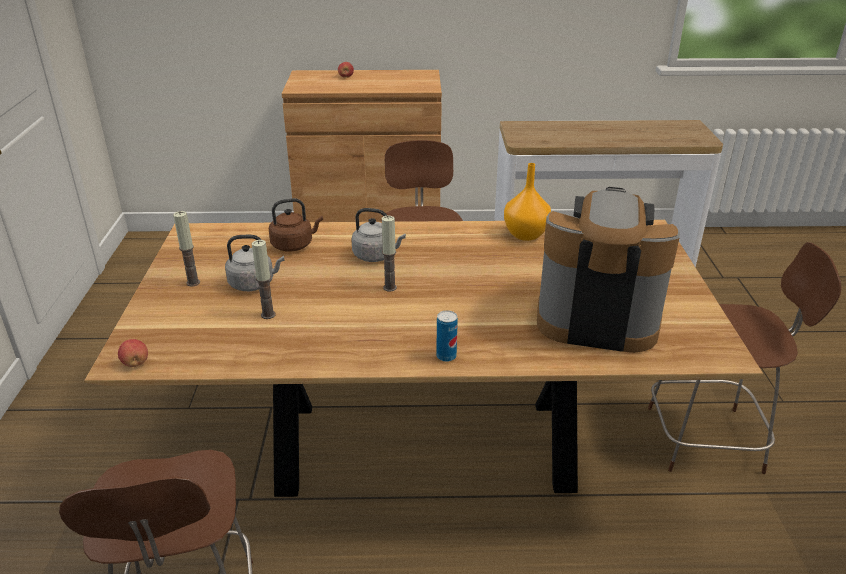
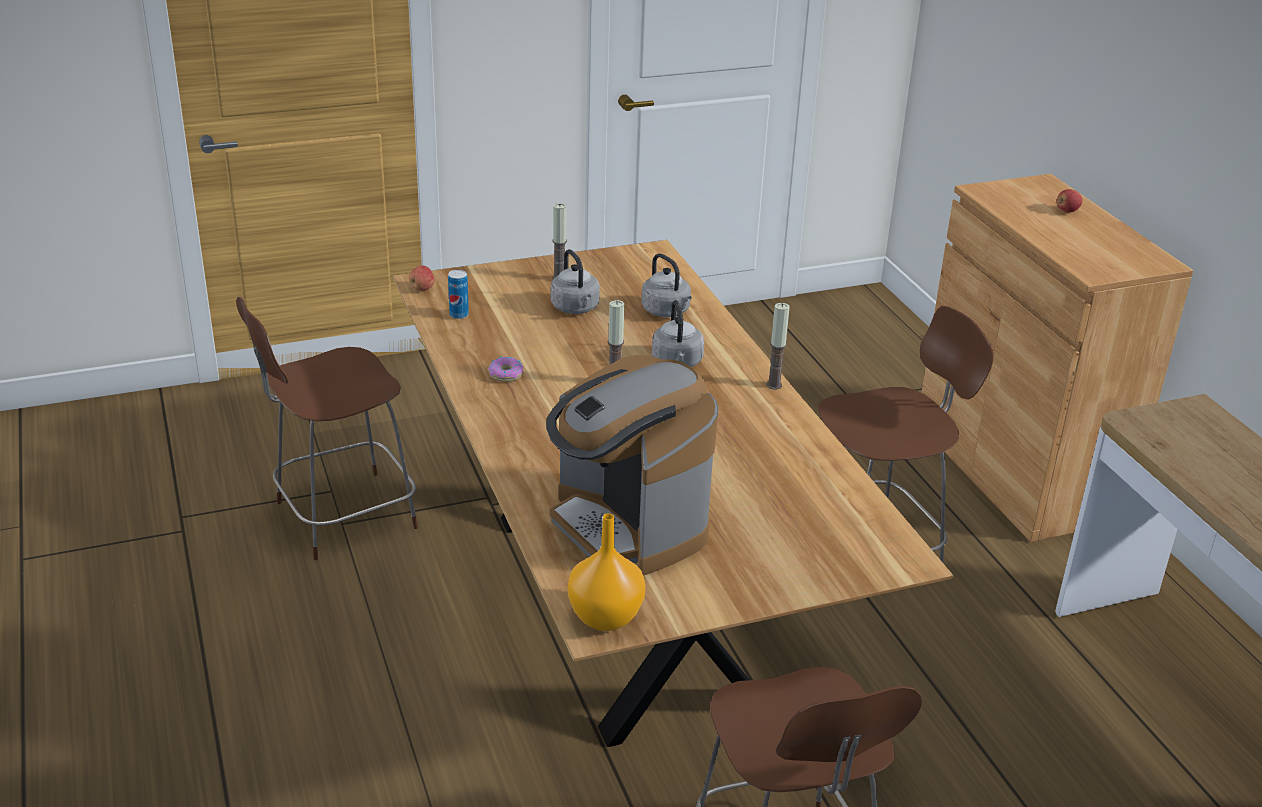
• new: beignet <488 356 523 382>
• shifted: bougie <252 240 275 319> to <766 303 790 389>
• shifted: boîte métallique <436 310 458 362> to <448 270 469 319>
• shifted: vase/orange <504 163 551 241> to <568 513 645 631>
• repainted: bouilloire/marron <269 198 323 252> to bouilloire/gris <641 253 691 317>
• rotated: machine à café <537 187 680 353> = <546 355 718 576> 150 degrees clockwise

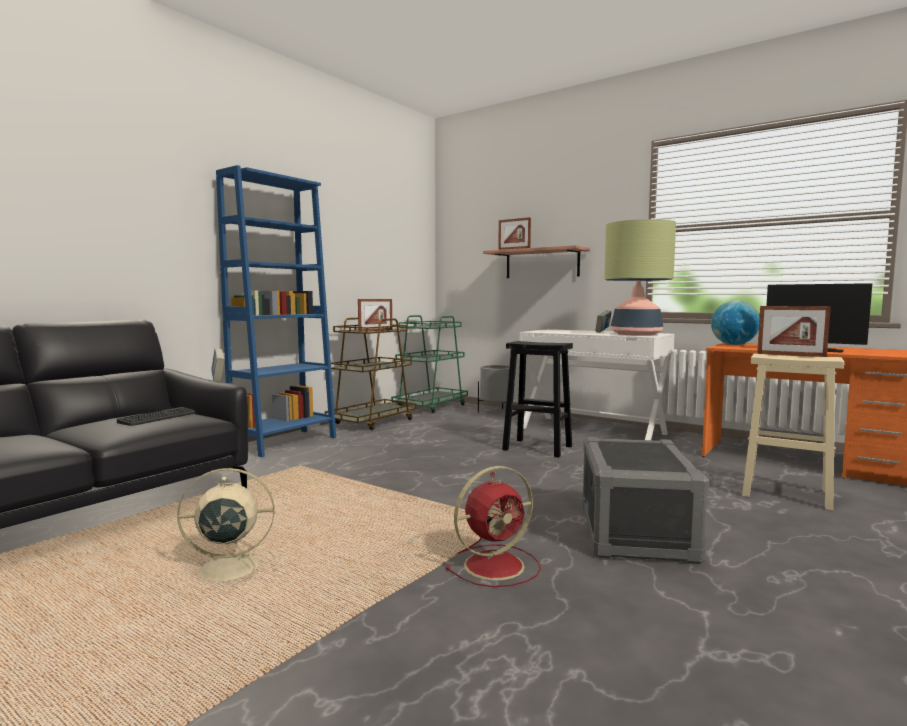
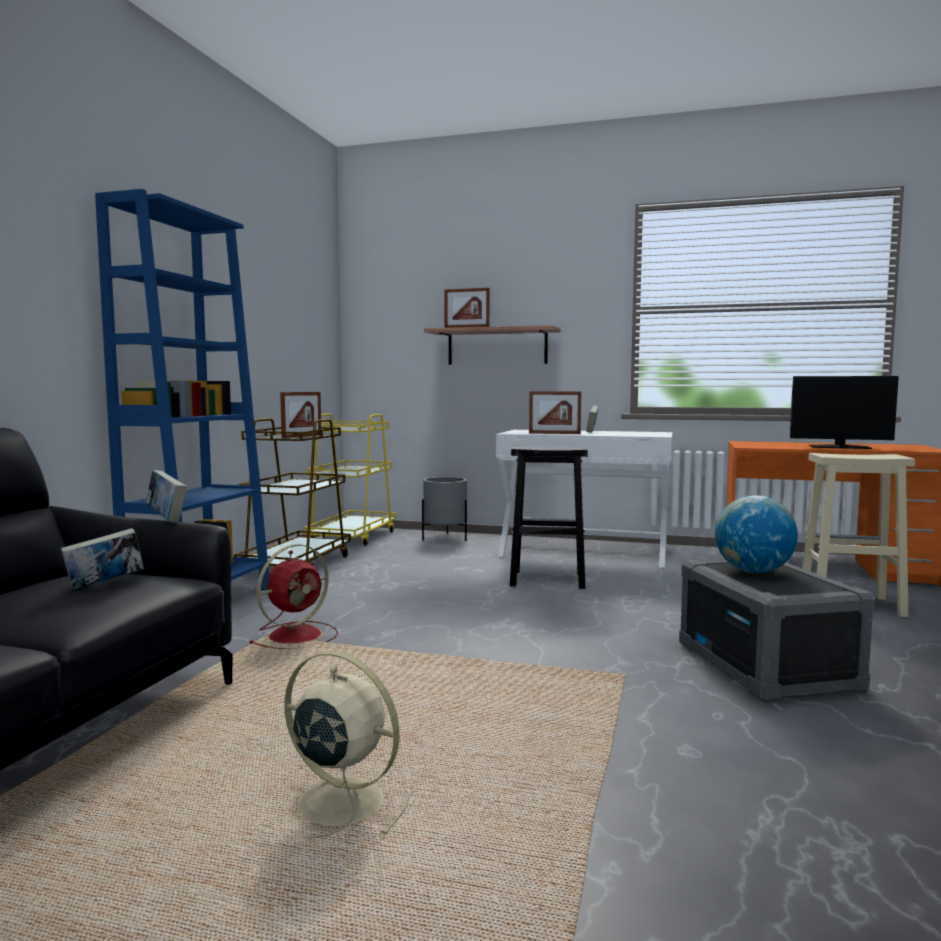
• gone: lampe de table <604 219 676 336>
• shifted: ventilateur/rouge <445 466 541 587> to <249 544 338 649>
• shifted: globe <711 301 760 345> to <715 495 798 573>
• shifted: cadre photo <757 306 831 357> to <529 392 581 434>
• swapped: clavier <117 407 196 426> to livre <61 528 144 590>
• repainted: chariot/vert <391 315 468 413> to chariot/jaune <303 413 396 545>
• rotated: ventilateur/beige <177 468 277 589> = <284 651 410 838> 60 degrees clockwise

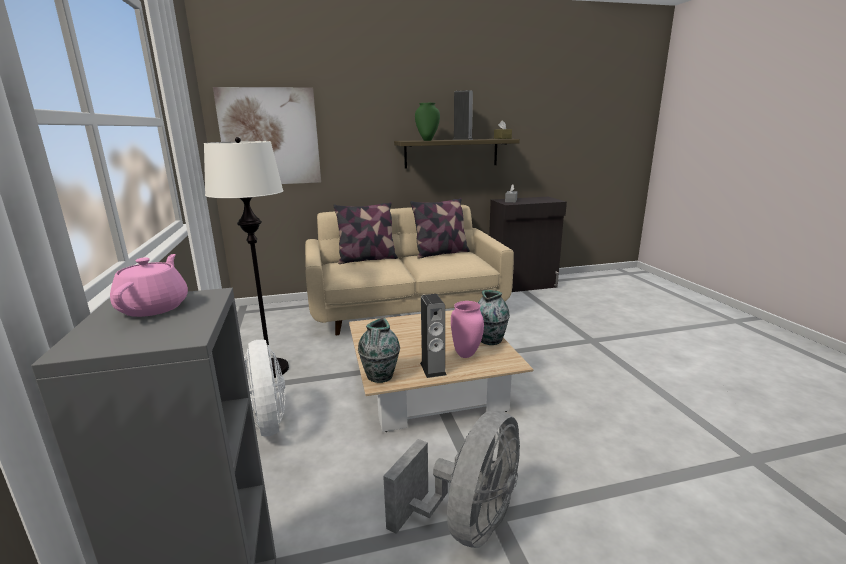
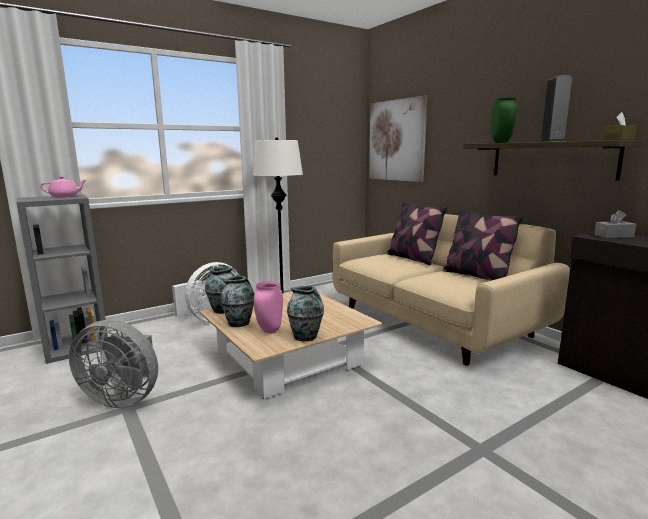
• swapped: enceinte <420 294 446 378> to vase <220 275 254 327>

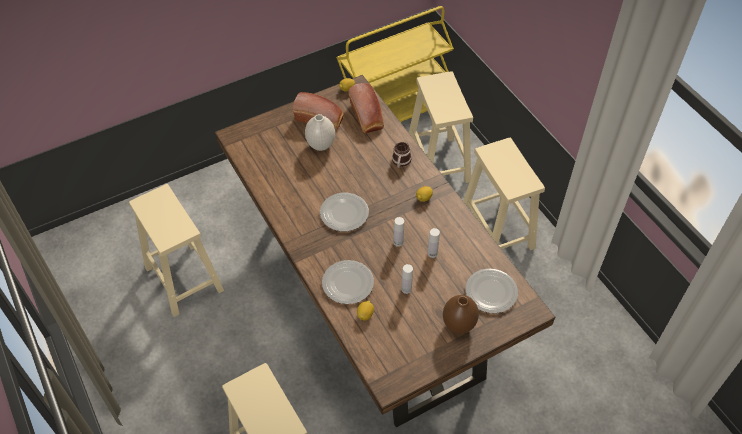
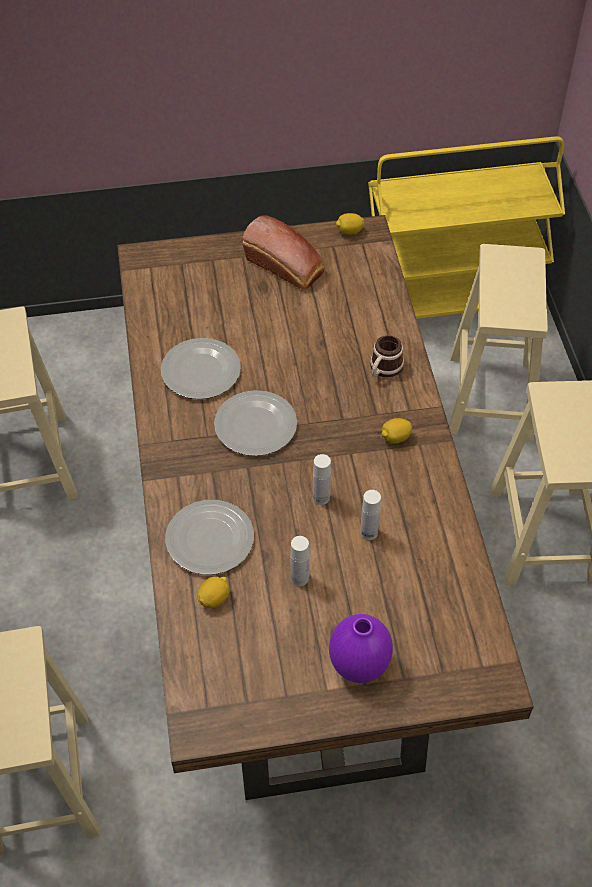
• gone: vase/blanc <305 114 335 151>
• gone: pain <348 83 384 133>
• shifted: assiette <466 268 518 313> to <161 338 241 399>
• repainted: vase/marron <443 295 479 334> to vase/violet <329 614 393 683>

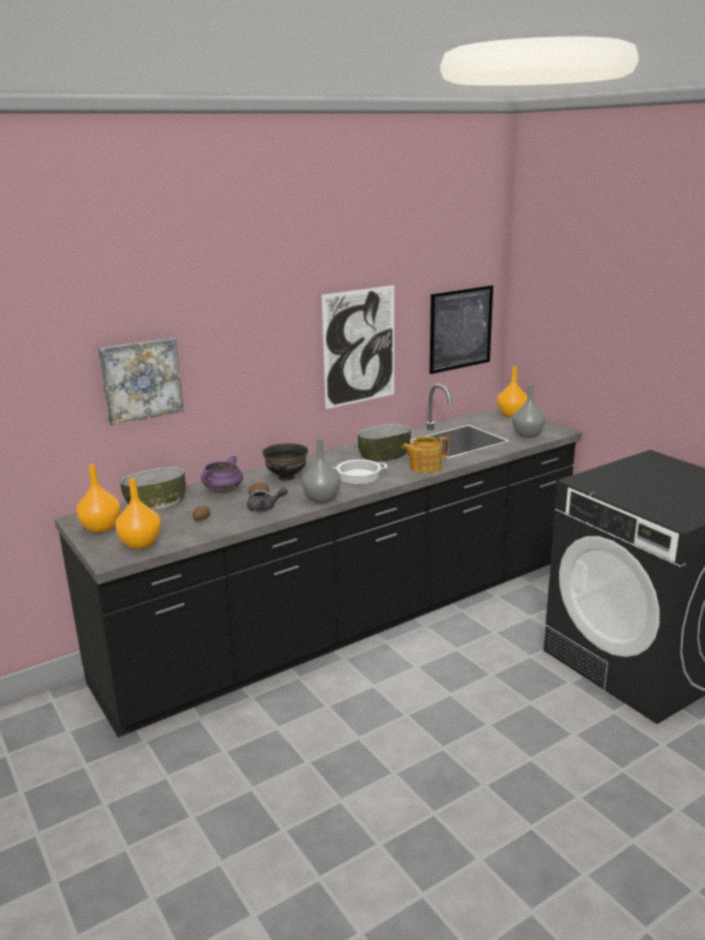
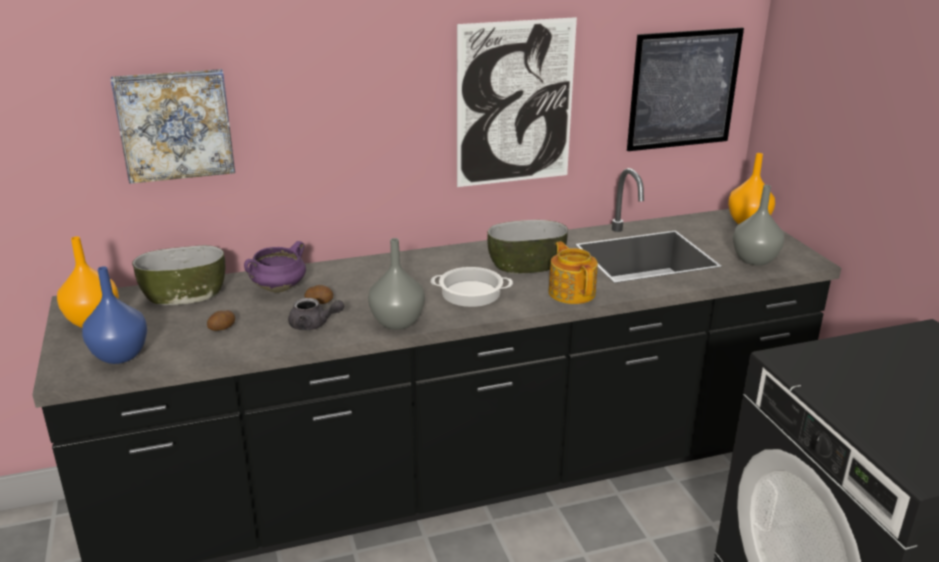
• gone: bol/noir <262 443 308 481>
• repainted: vase/orange <115 478 161 549> to vase/bleu <82 266 147 364>
• rotated: théière <402 436 449 473> = <549 241 598 304> 75 degrees clockwise

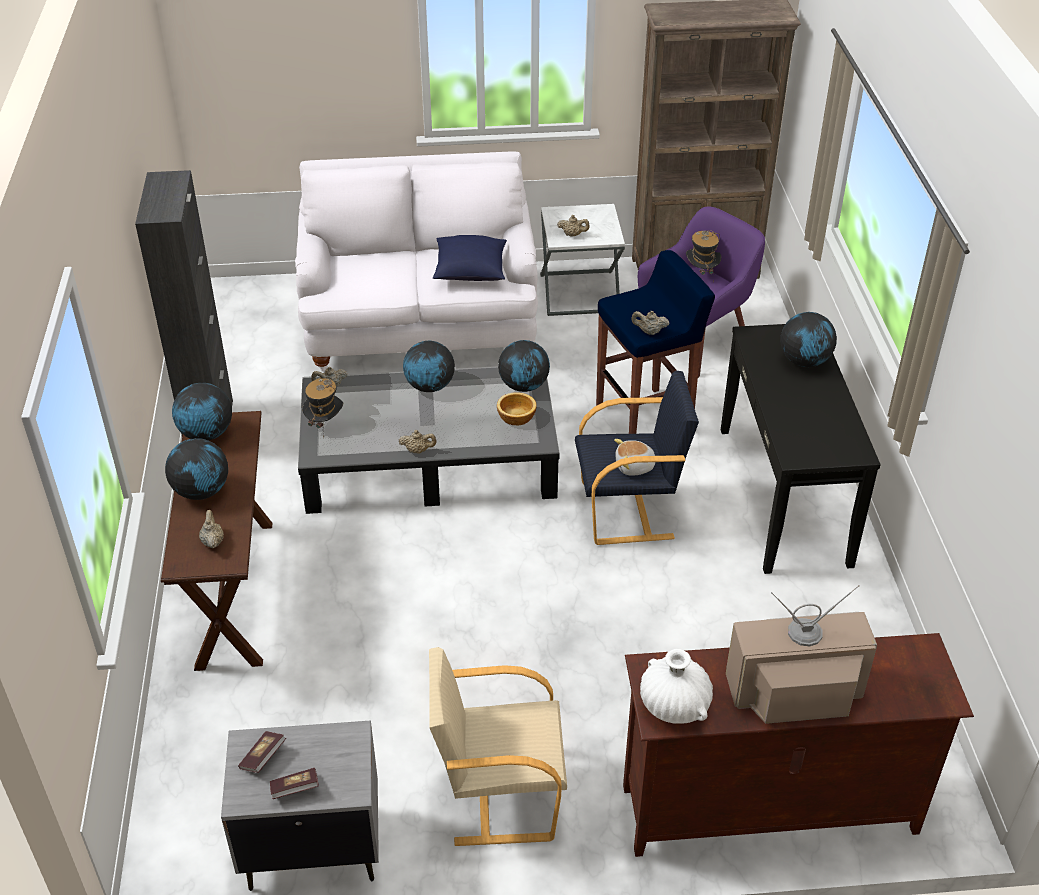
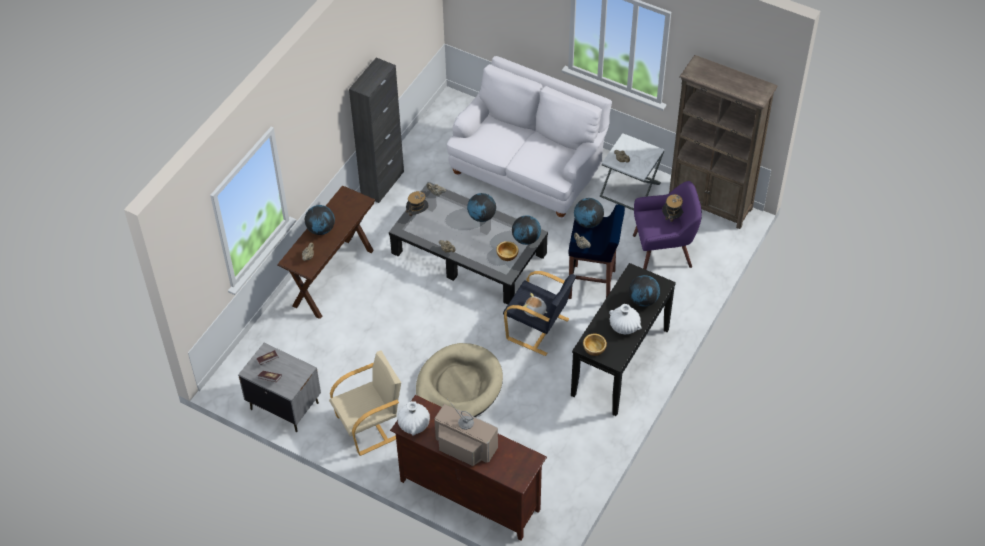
• gone: coussin/bleu <433 235 507 281>
• new: panier pour chien/beige <416 343 503 417>
• new: bol <583 334 607 356>
• new: vase/blanc <609 304 642 334>
• shifted: globe <172 383 232 440> to <574 198 604 228>
• rotated: fauteuil/beige <429 647 567 846> = <329 350 401 456> 120 degrees clockwise

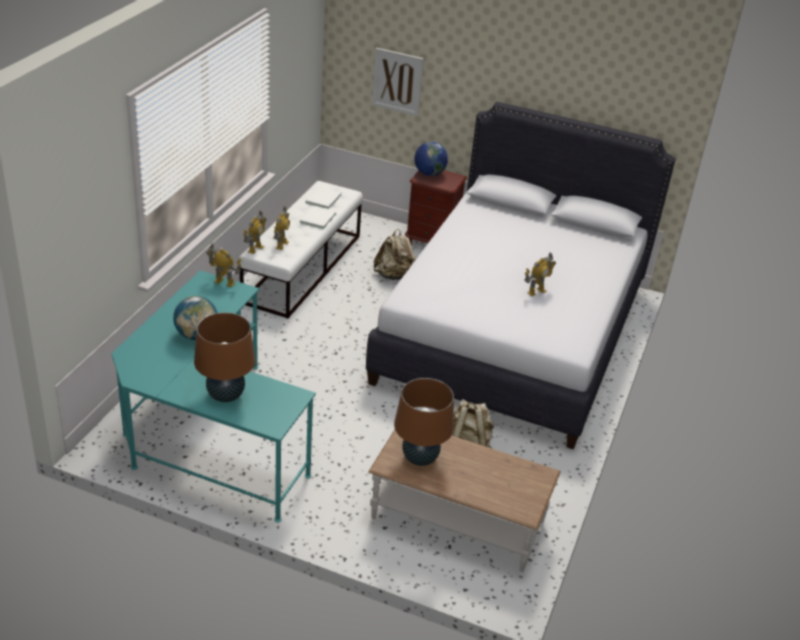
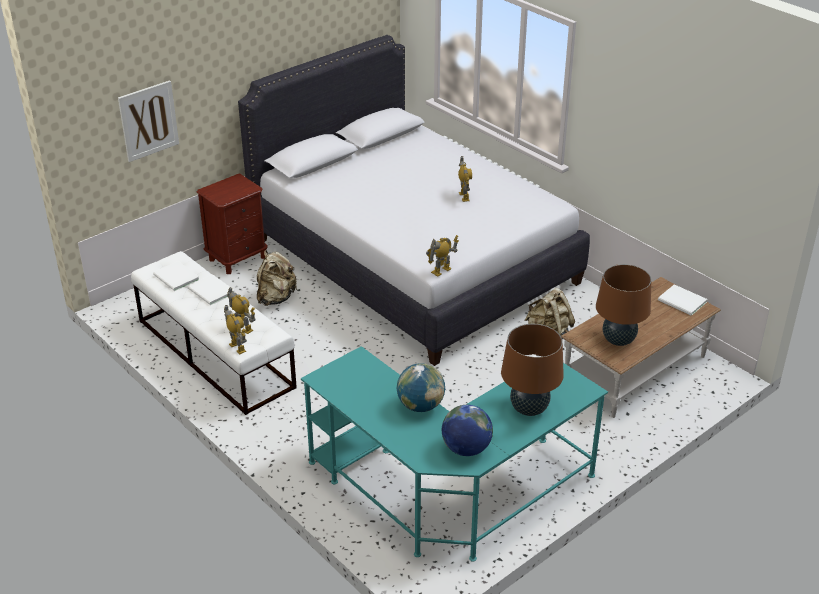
• new: livre/blanc <658 284 707 316>
• shifted: robot jouet <206 243 242 287> to <426 235 459 277>
• shifted: globe <414 142 448 176> to <442 405 493 456>

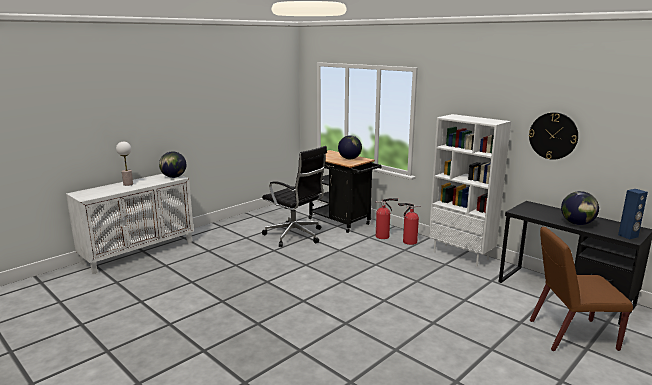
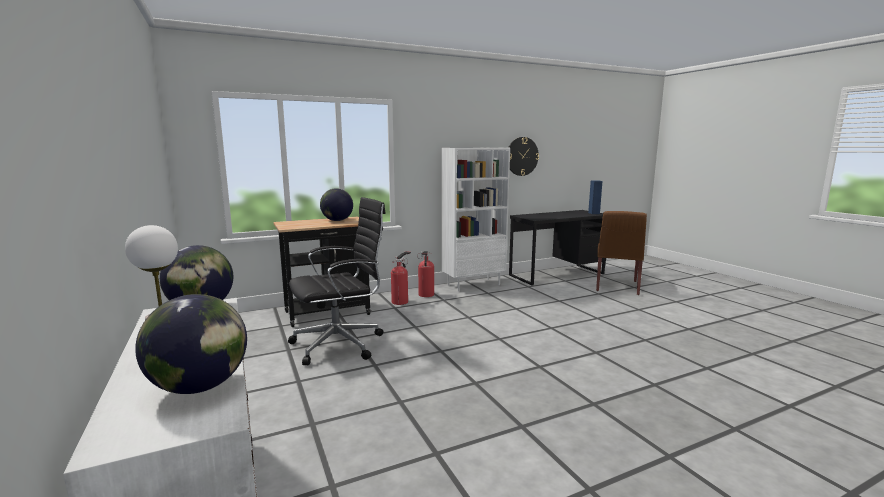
• shifted: globe <561 191 599 225> to <135 294 247 394>

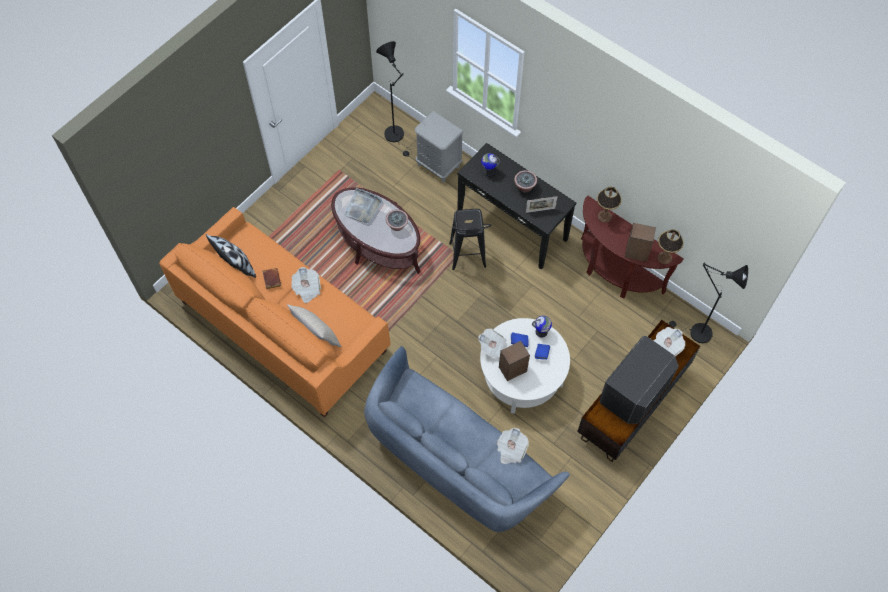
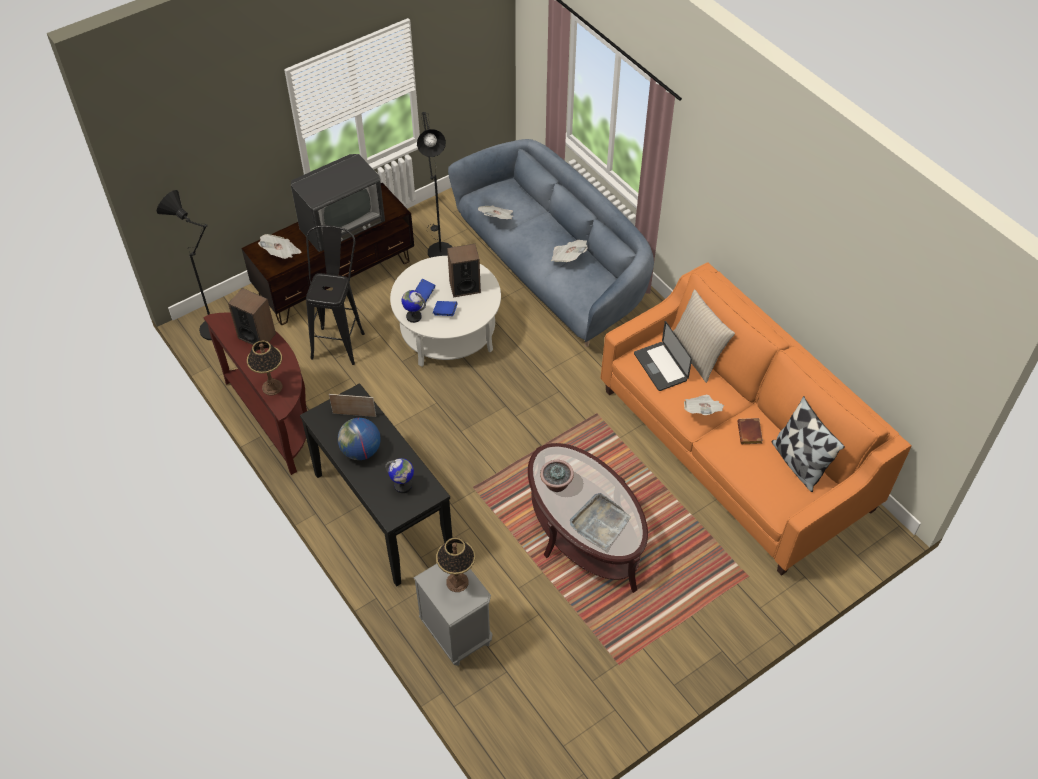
• new: ordinateur portable <634 321 692 391>
• shifted: lampadaire/noir <376 41 412 157> to <417 112 452 258>
• shifted: tabouret/noir <449 209 492 270> to <306 225 365 365>
• shifted: journal <478 328 507 358> to <551 240 588 262>
• shifted: lampe de table <658 229 684 264> to <436 537 475 592>
• swapped: plante en pot <514 170 537 193> to globe <338 418 381 460>

